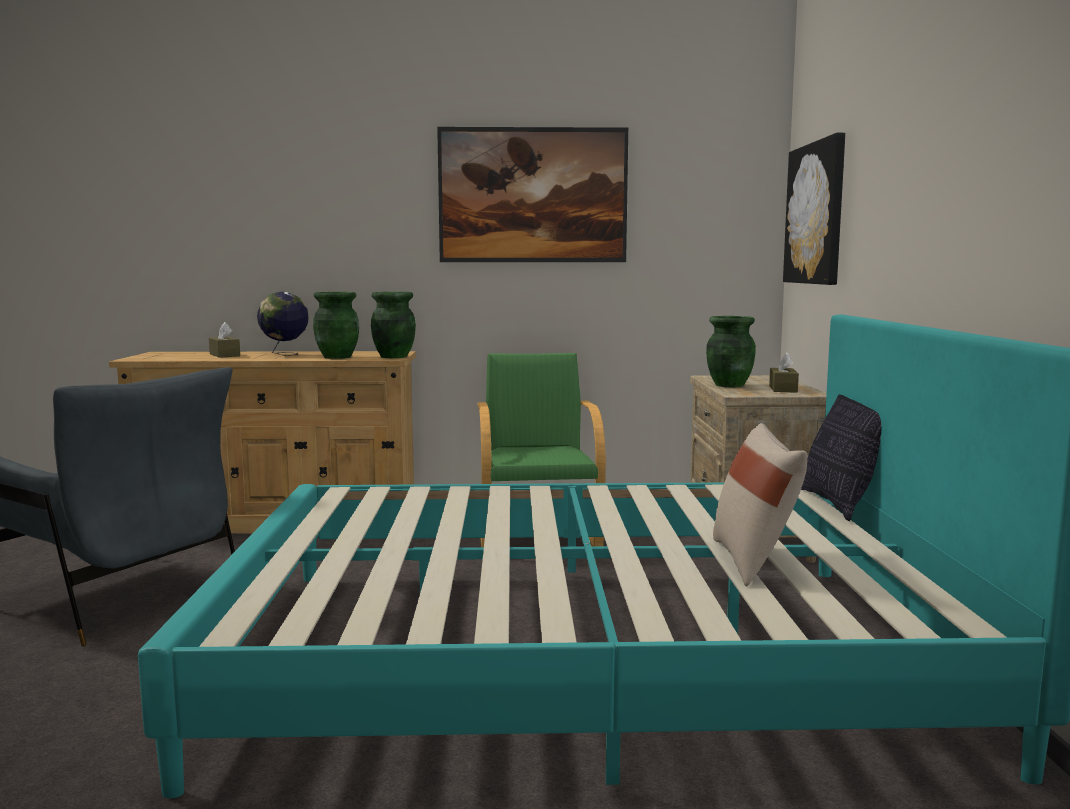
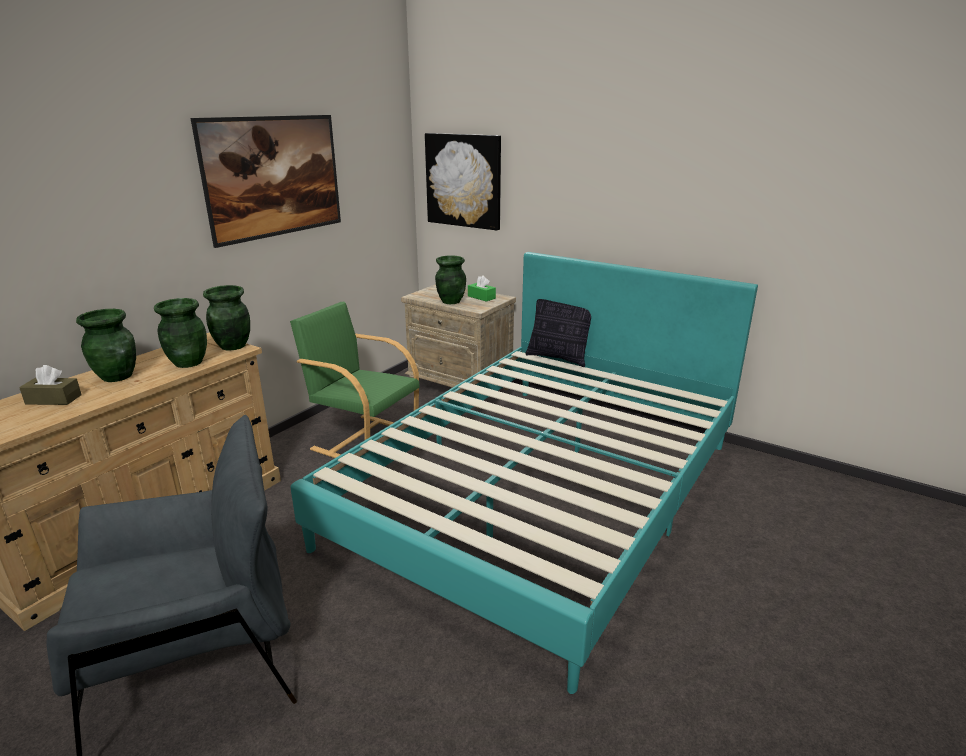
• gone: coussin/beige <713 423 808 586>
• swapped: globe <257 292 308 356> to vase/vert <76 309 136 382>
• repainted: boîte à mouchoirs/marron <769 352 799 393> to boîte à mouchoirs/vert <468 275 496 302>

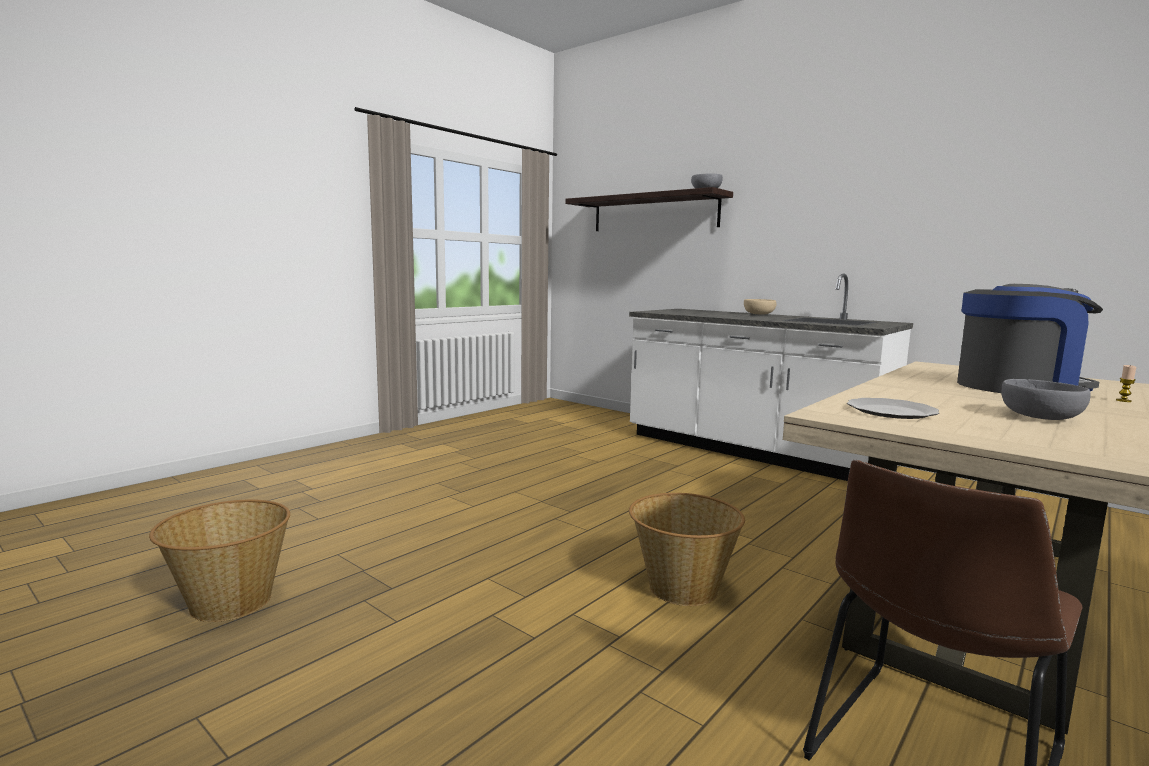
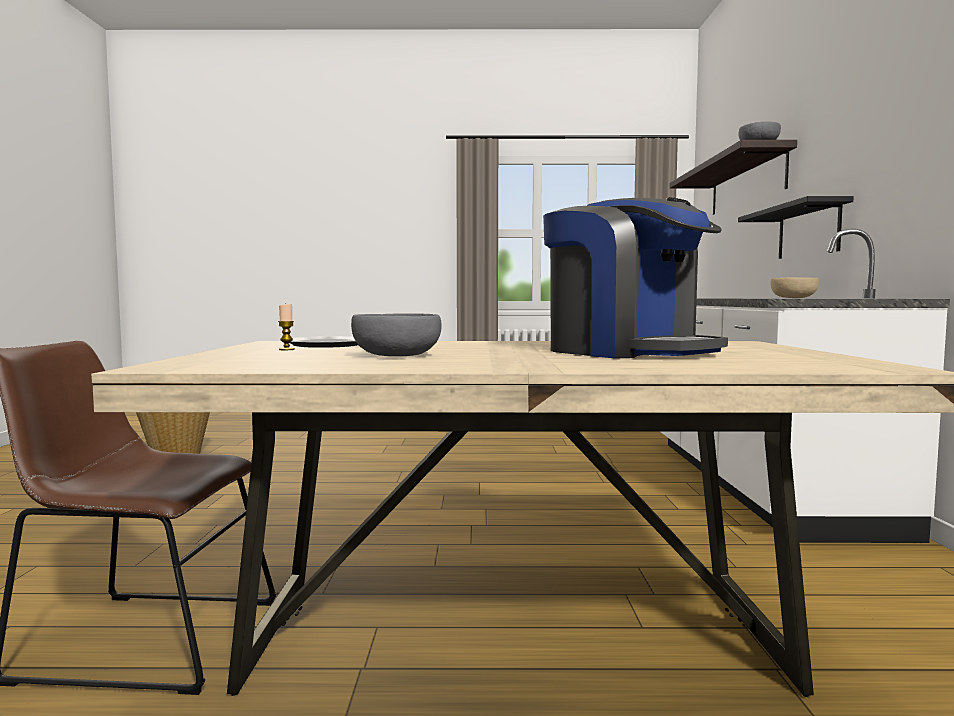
• gone: panier <629 493 745 606>
• new: étagère/noir <738 196 854 259>
• shifted: bougie <1116 365 1136 402> to <278 303 295 350>

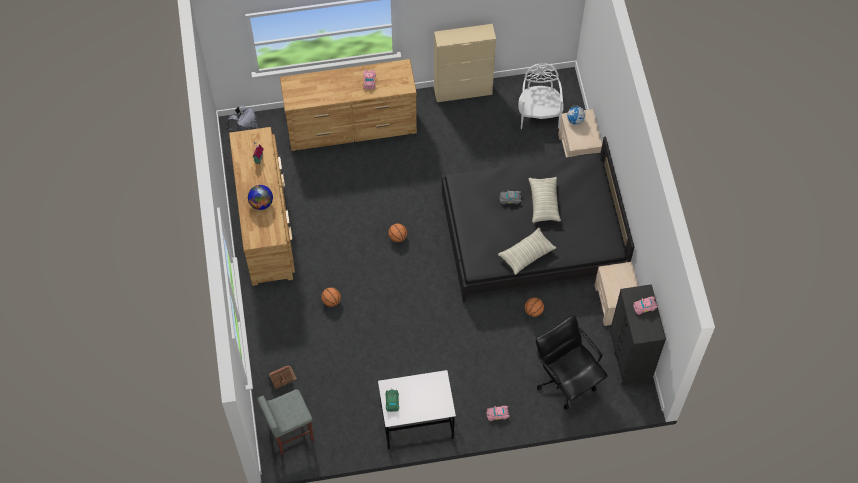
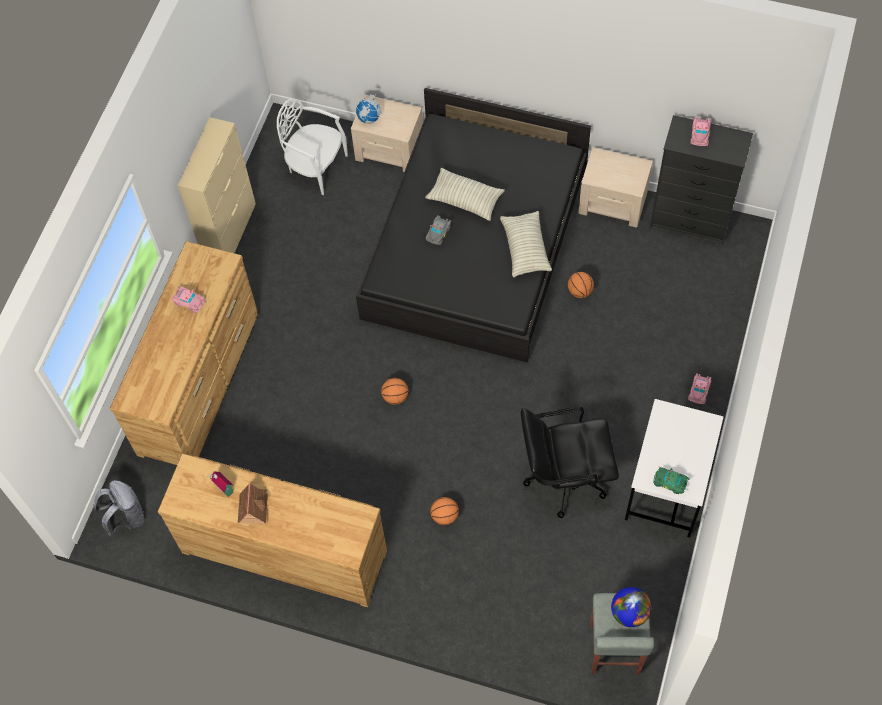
• shifted: globe <248 185 273 210> to <611 587 651 627>
• shifted: maison miniature <269 366 297 389> to <238 483 268 523>
• shifted: chaise de bureau/noir <536 315 608 409> to <521 407 619 518>

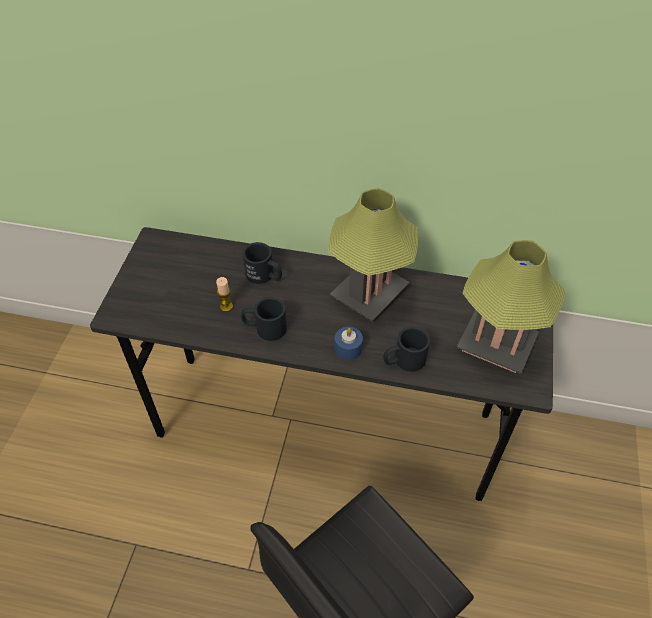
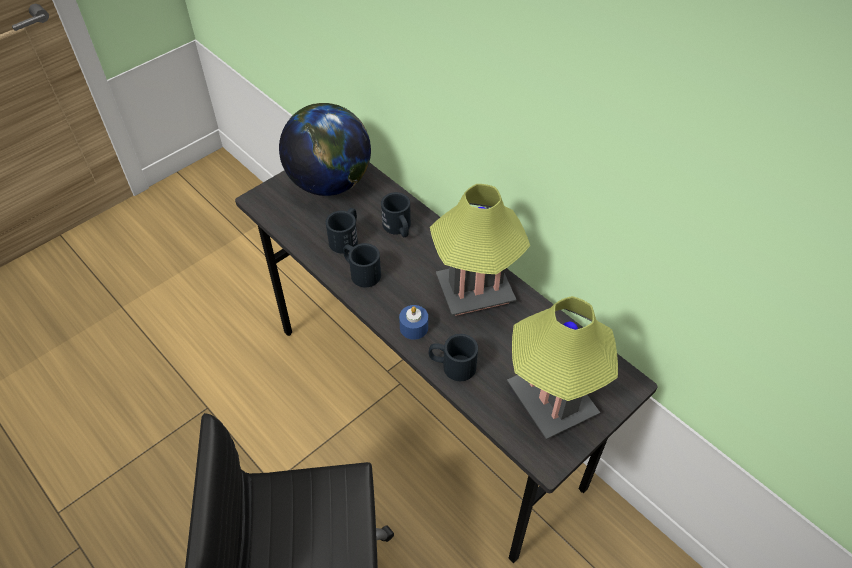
• new: globe <279 103 371 196>
• swapped: bougie <216 277 233 312> to mug/noir <326 208 358 253>

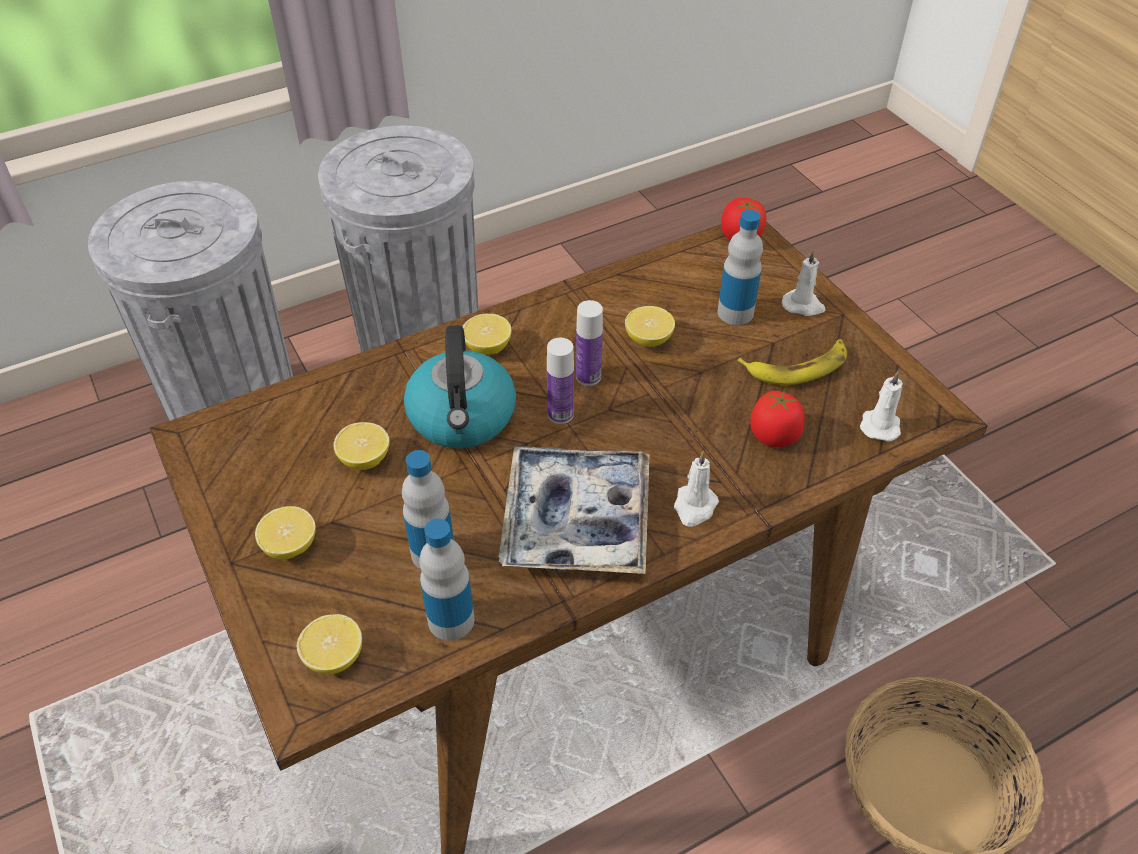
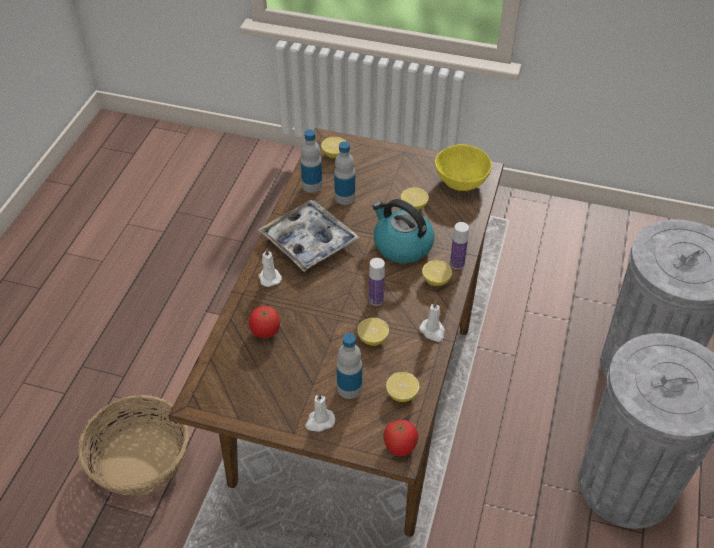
• gone: banane <738 339 847 385>
• new: bol/jaune <435 144 492 191>
• shifted: citron <255 506 316 559> to <386 372 419 402>
• shifted: bouteille <547 338 574 424> to <450 222 469 269>
• shifted: bougie/blanc <860 371 903 441> to <420 301 445 342>

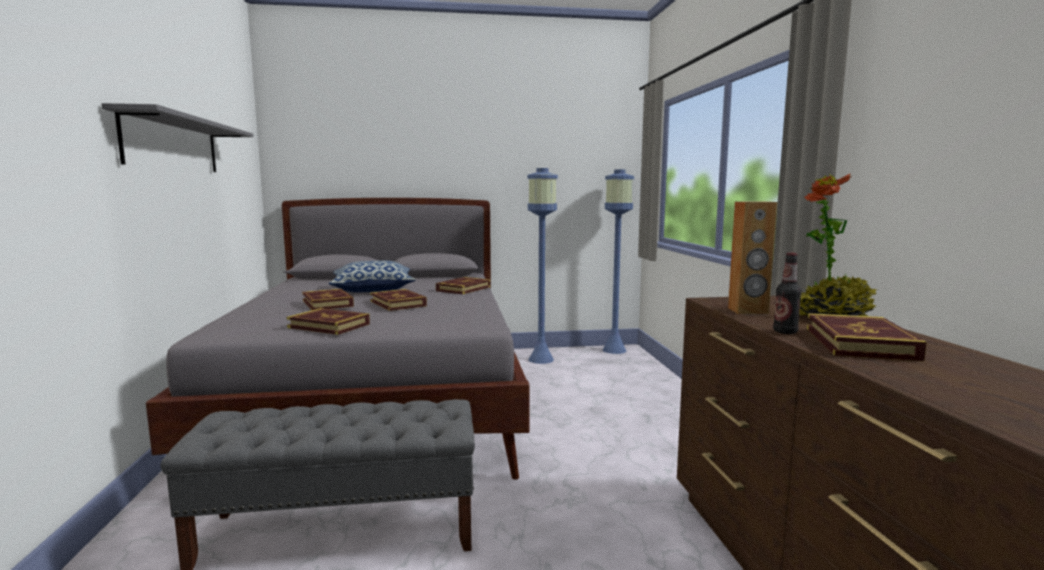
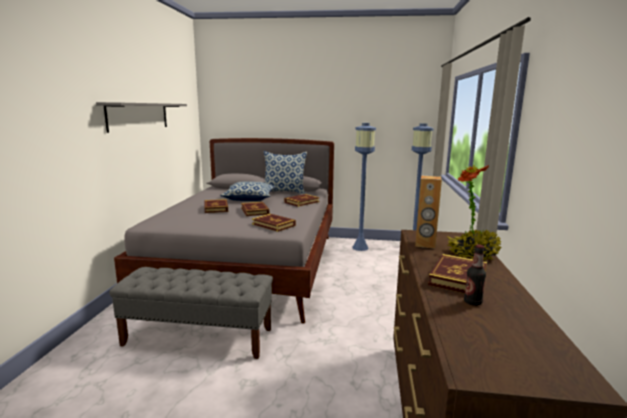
• new: coussin <264 151 307 194>
• shifted: livre <287 308 370 335> to <252 214 296 232>
• shifted: bouteille <773 253 802 334> to <464 245 486 306>

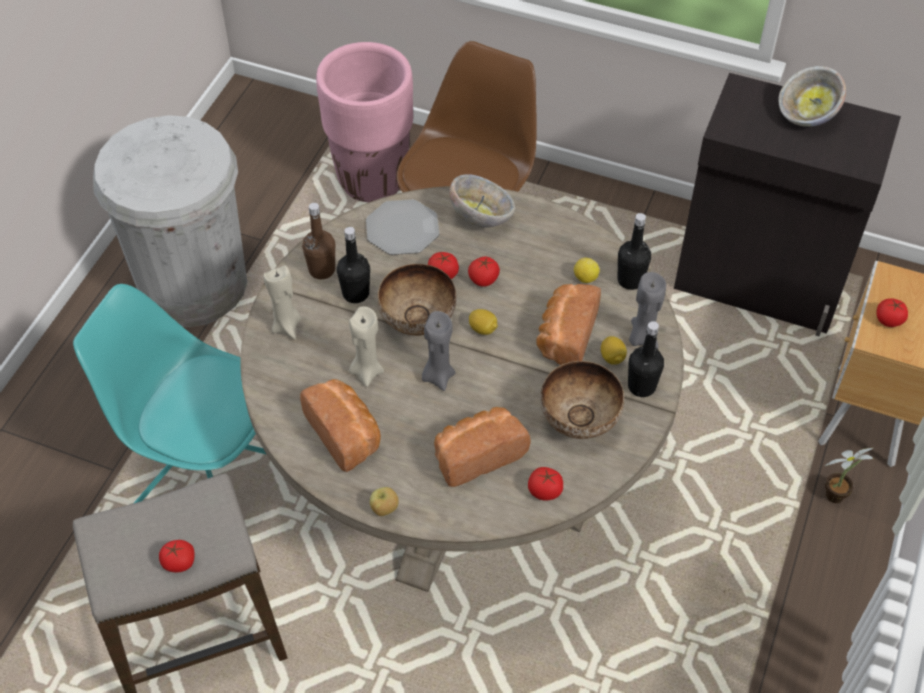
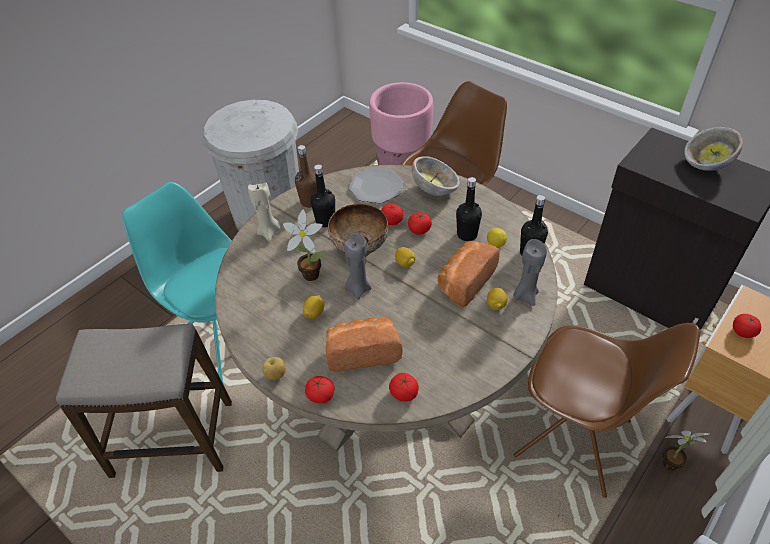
• gone: pain <300 379 381 472>
• gone: bol <540 361 624 439>
• new: citron <303 295 325 319>
• new: chaise/marron <514 323 700 498>
• shifted: tomate <159 540 195 572> to <305 376 335 404>
• shifted: bouteille/noir <628 321 664 397> to <456 177 482 241>
• swapped: bougie/beige <349 306 384 387> to plante en pot <283 209 325 281>

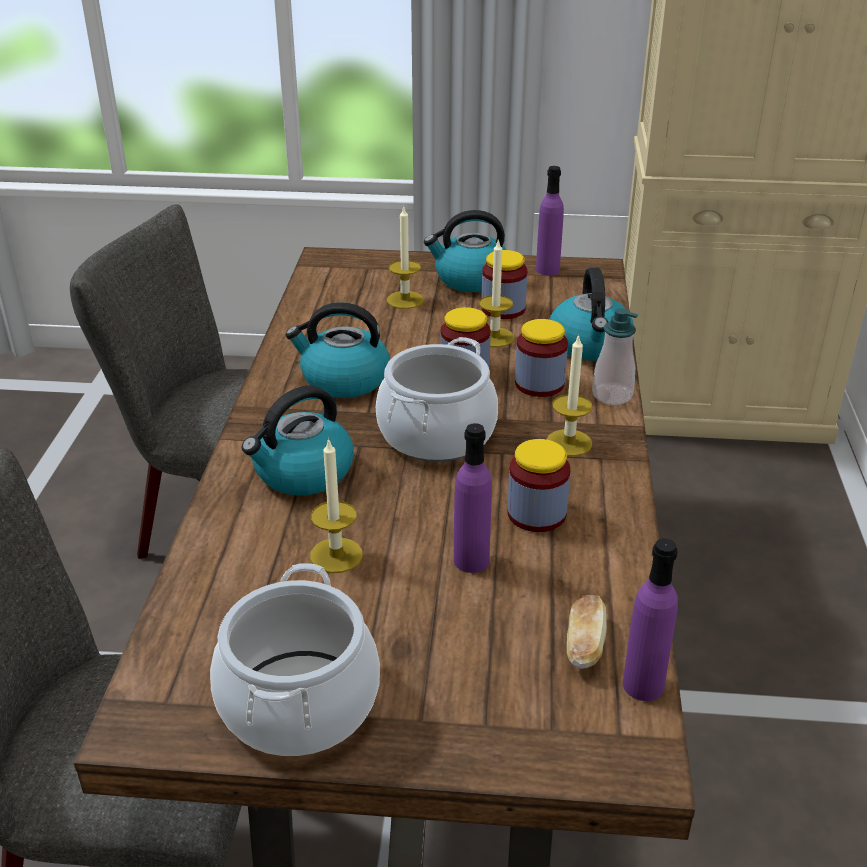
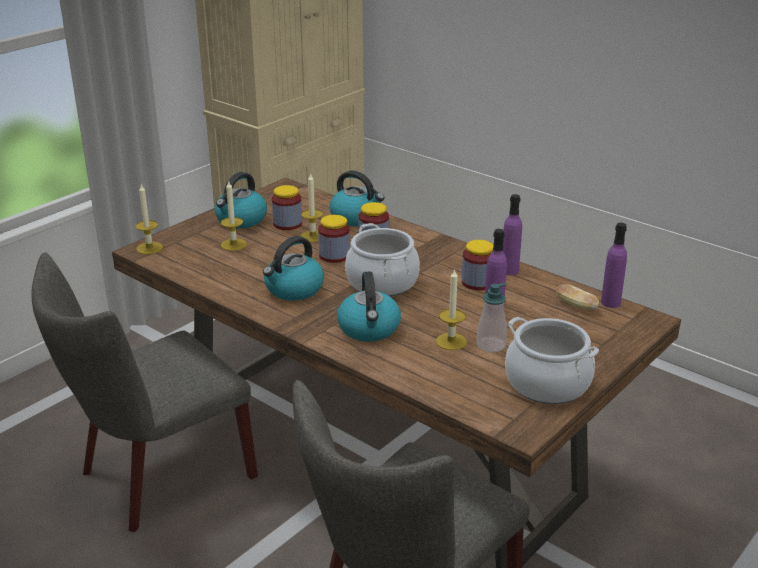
• shifted: bouteille/violet <536 166 564 276> to <503 194 522 276>
• shifted: bougie <546 334 593 456> to <135 184 163 254>
• shifted: distributeur de savon <592 308 638 405> to <477 283 507 353>

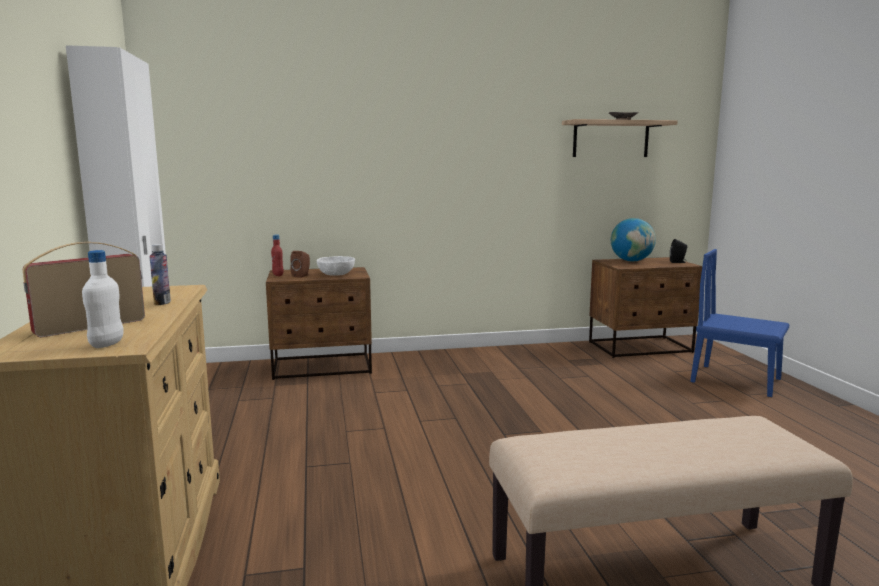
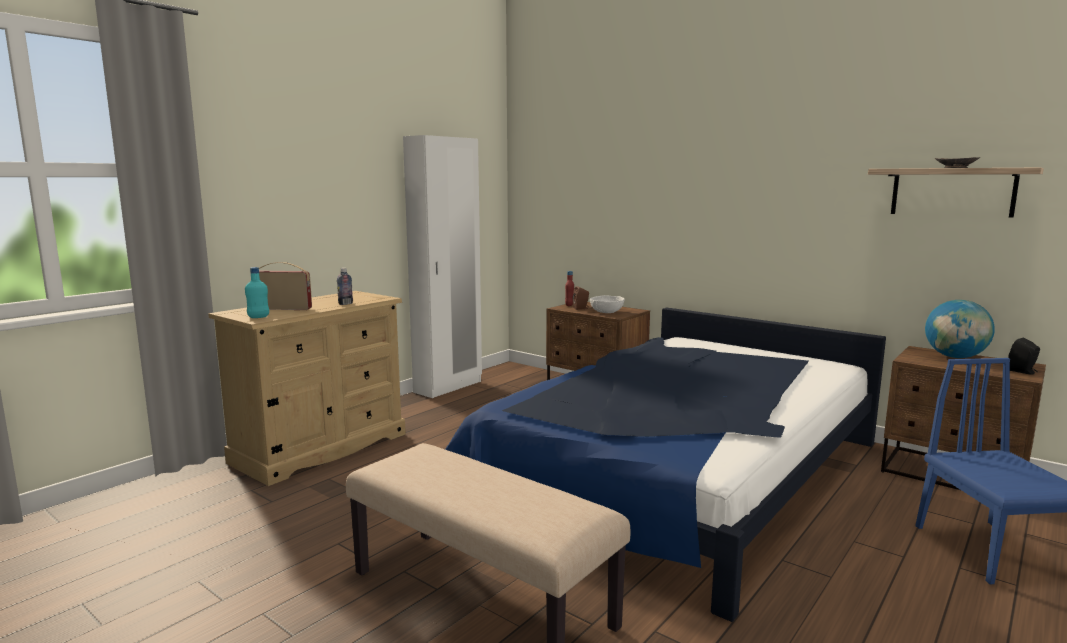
• new: lit <445 307 886 622>
• repainted: bouteille/blanc <82 250 124 348> to bouteille/turquoise <245 267 269 318>

